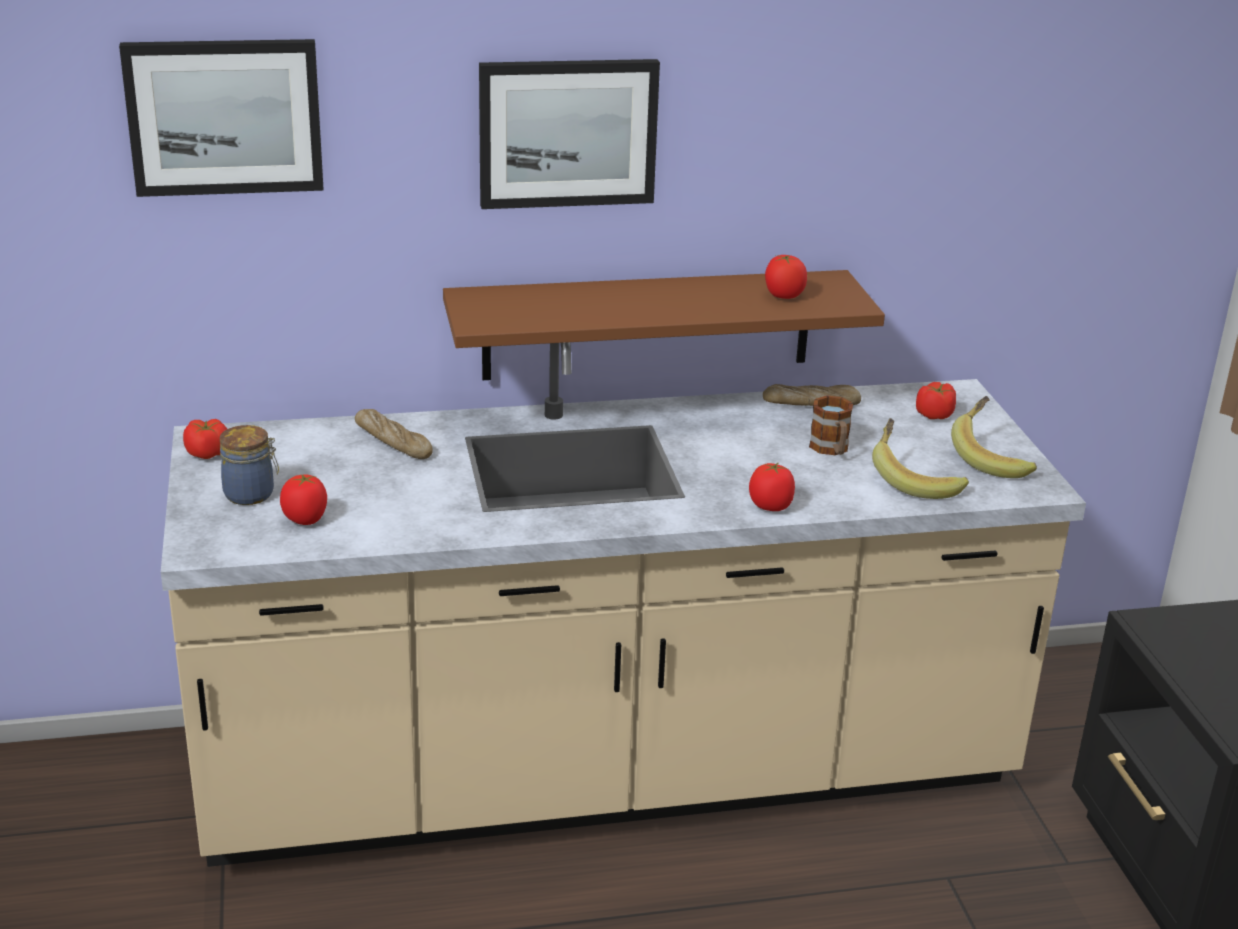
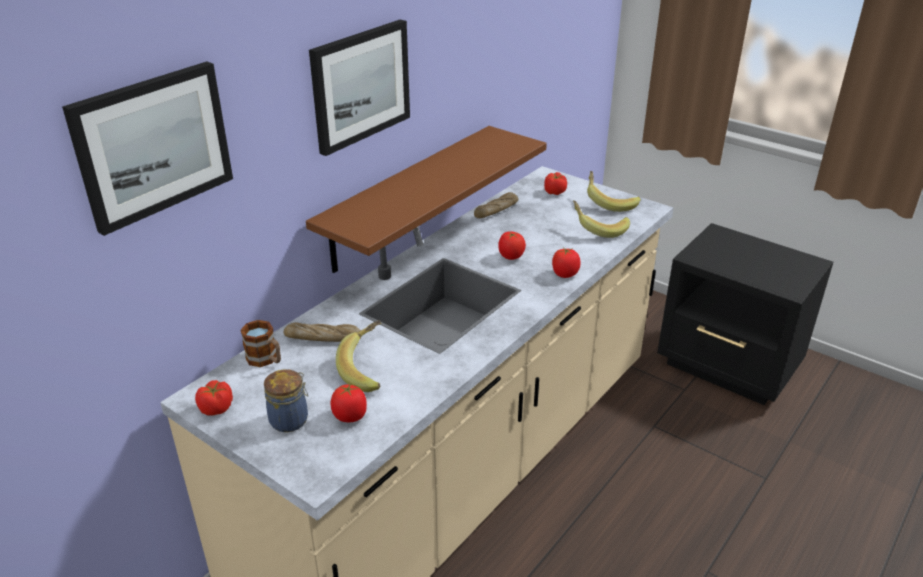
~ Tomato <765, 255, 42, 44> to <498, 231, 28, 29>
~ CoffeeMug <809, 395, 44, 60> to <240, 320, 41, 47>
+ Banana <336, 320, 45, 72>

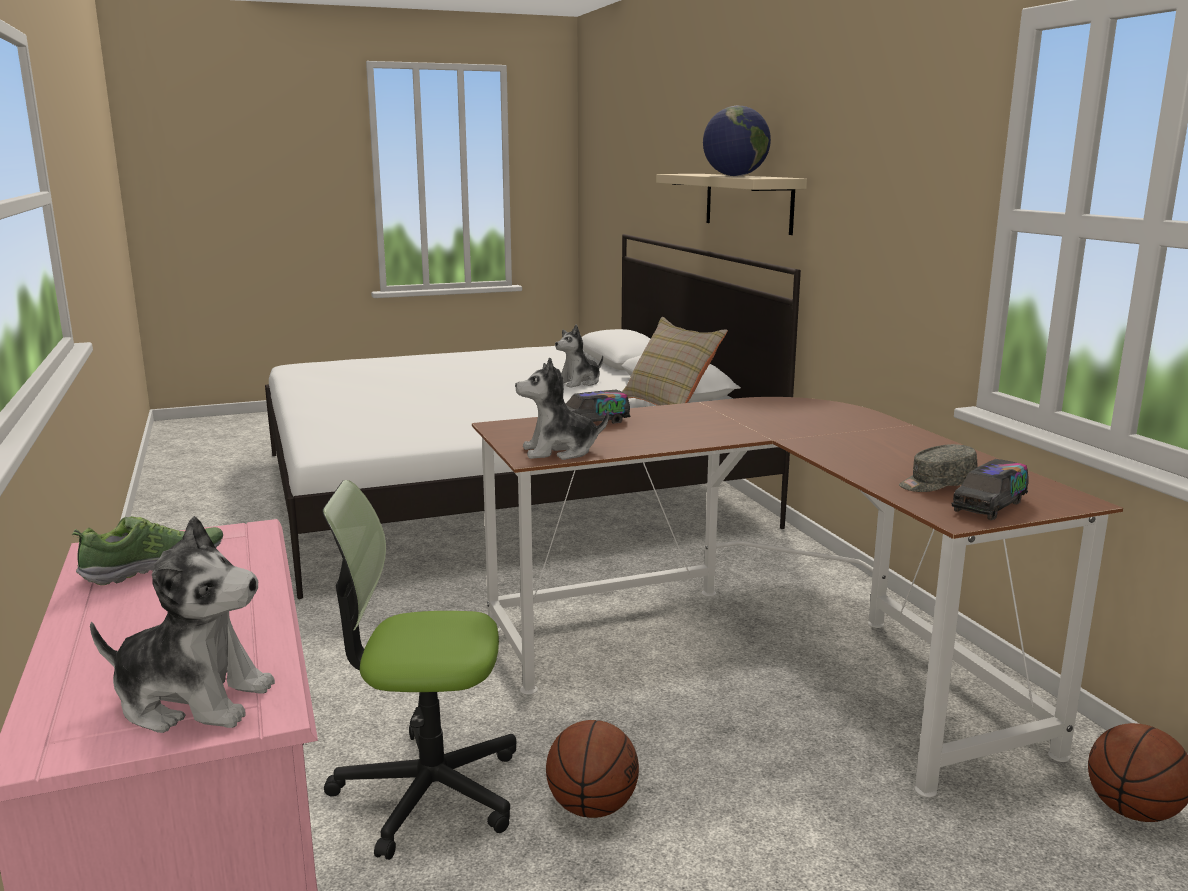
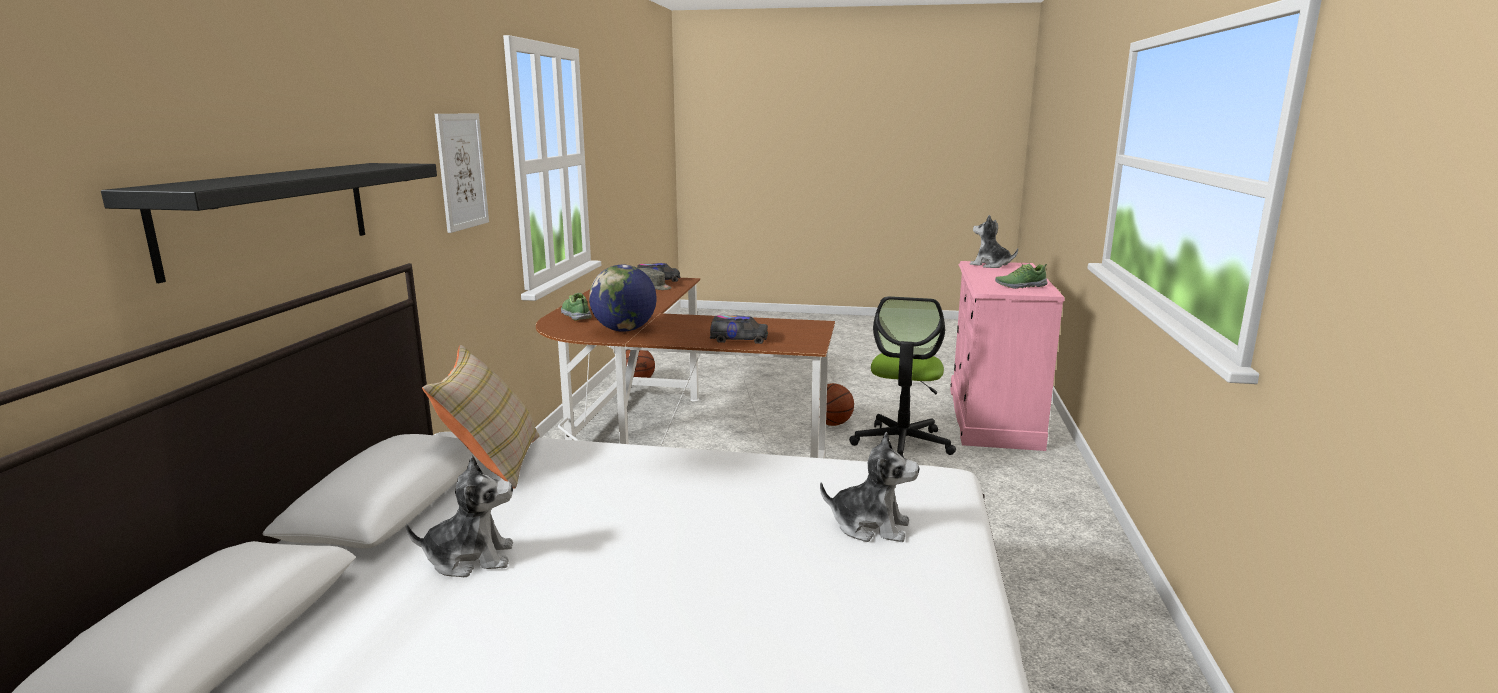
~ DeskGlobe <703, 106, 68, 70> to <589, 265, 68, 67>
~ BeigeColouredWallShelf <656, 174, 151, 61> to BlackWallShelf <101, 163, 336, 120>
~ PlushToy <515, 358, 94, 102> to <820, 432, 99, 110>
~ OfficeChair <322, 480, 195, 380> = <849, 296, 107, 161> 75 degrees clockwise
+ Picture <435, 114, 54, 119>
+ LowShoe <561, 292, 31, 28>

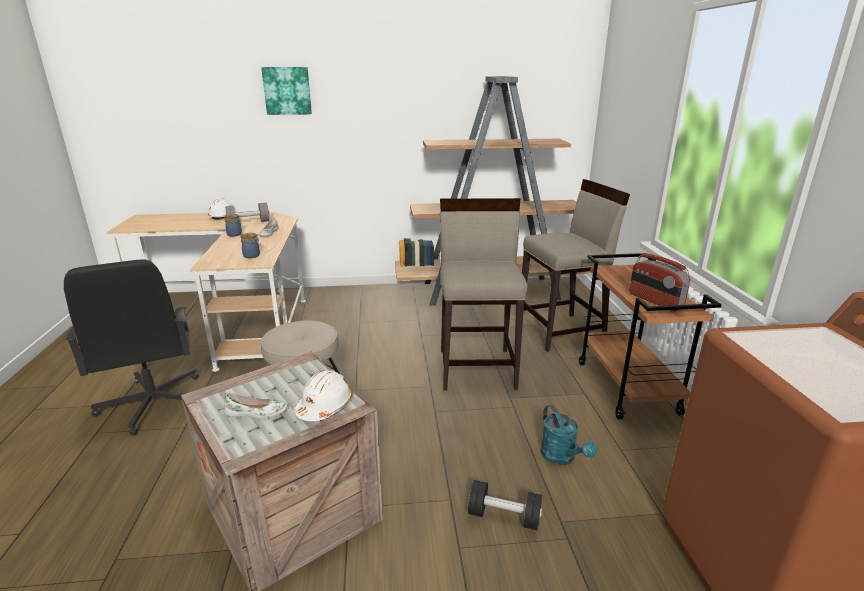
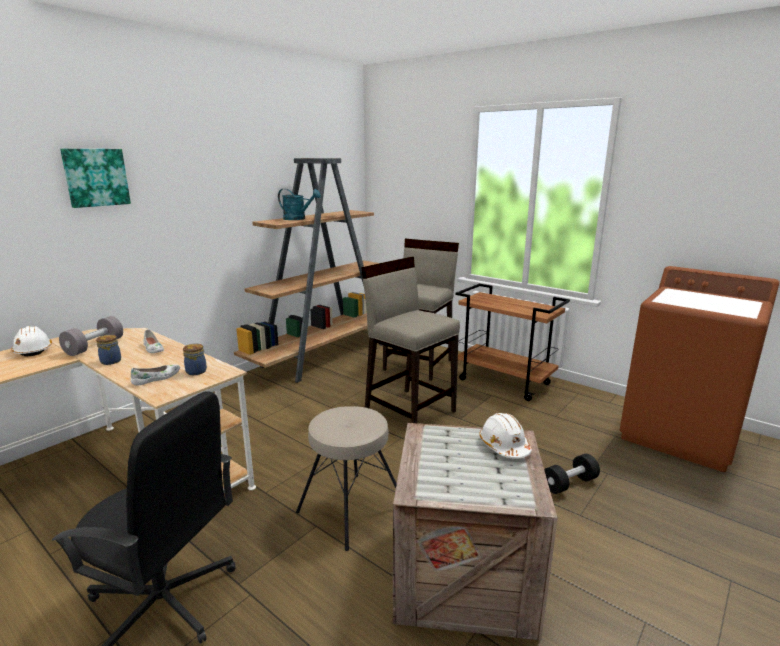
- RadioSet <629, 253, 61, 58>
~ WhitishLowShoe <224, 393, 64, 26> to <131, 365, 49, 21>
~ TurquoiseColouredWateringCan <540, 405, 57, 60> to <278, 189, 43, 31>

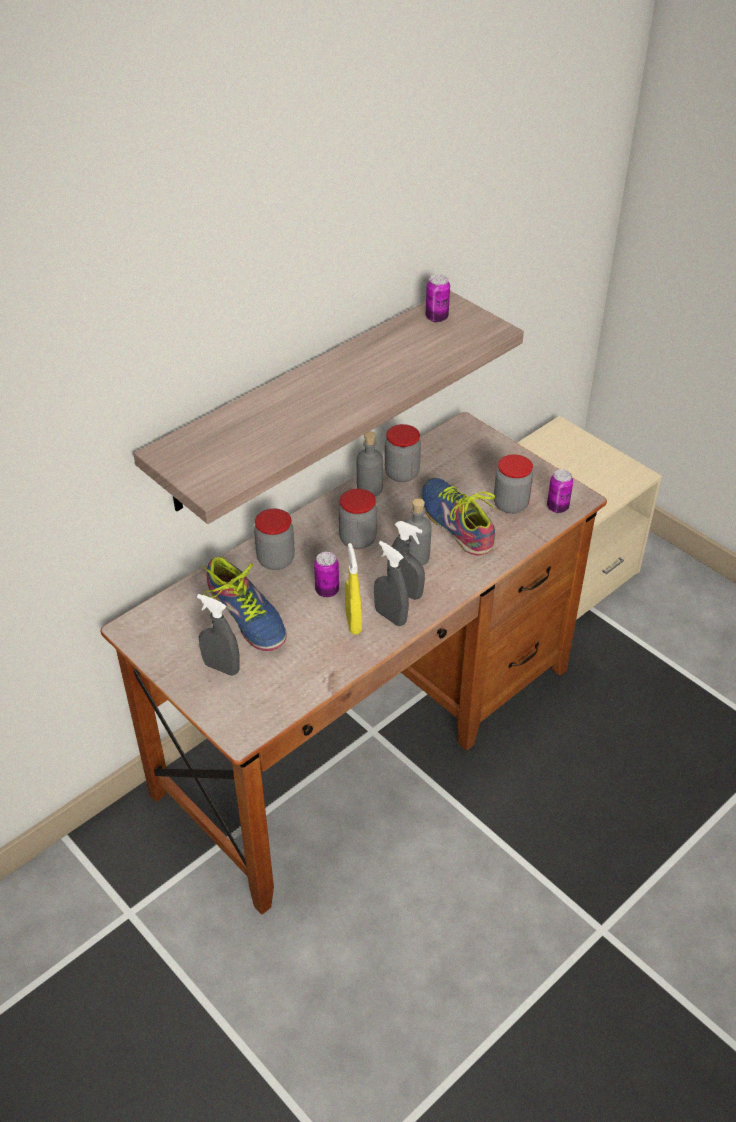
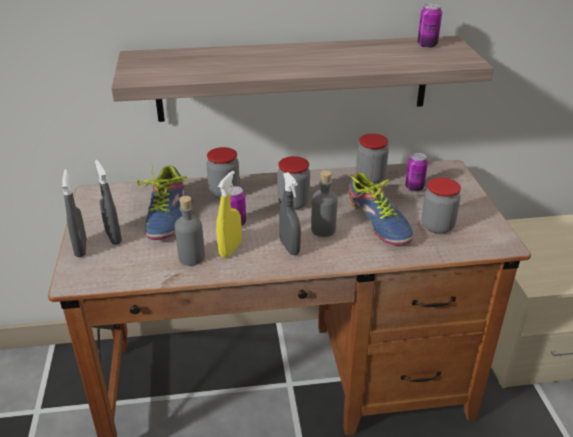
~ GrayBottle <357, 431, 26, 66> to <175, 196, 30, 70>
~ MetalCan <547, 469, 26, 44> to <405, 153, 23, 39>
~ LowShoe <421, 478, 79, 78> = <347, 173, 67, 72> 150 degrees clockwise
~ GrayHandSprayer <374, 541, 35, 85> to <62, 169, 25, 88>

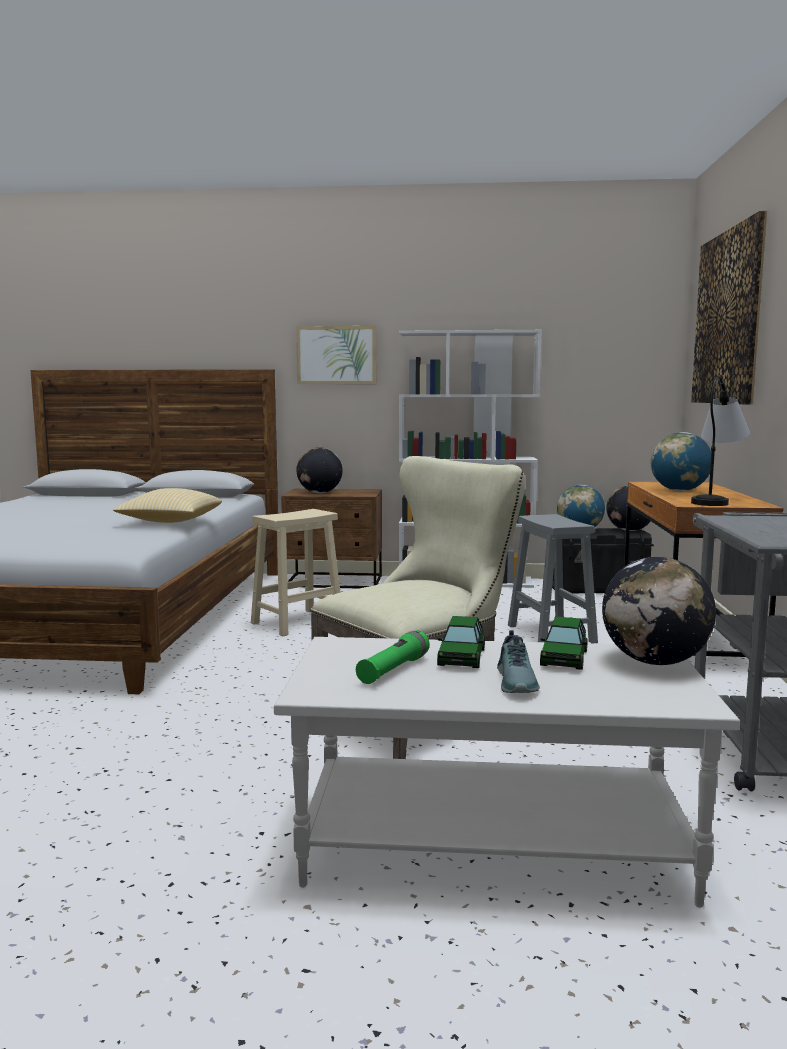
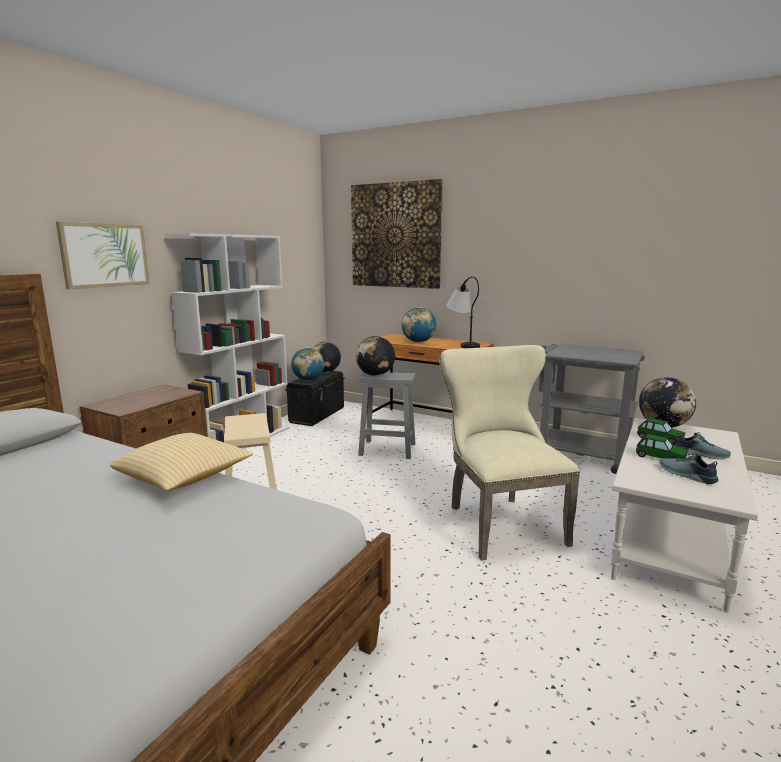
~ DeskGlobe <297, 447, 46, 46> to <356, 336, 39, 40>
~ GreenColouredHandTorch <356, 630, 74, 54> to LowShoe <660, 453, 58, 31>

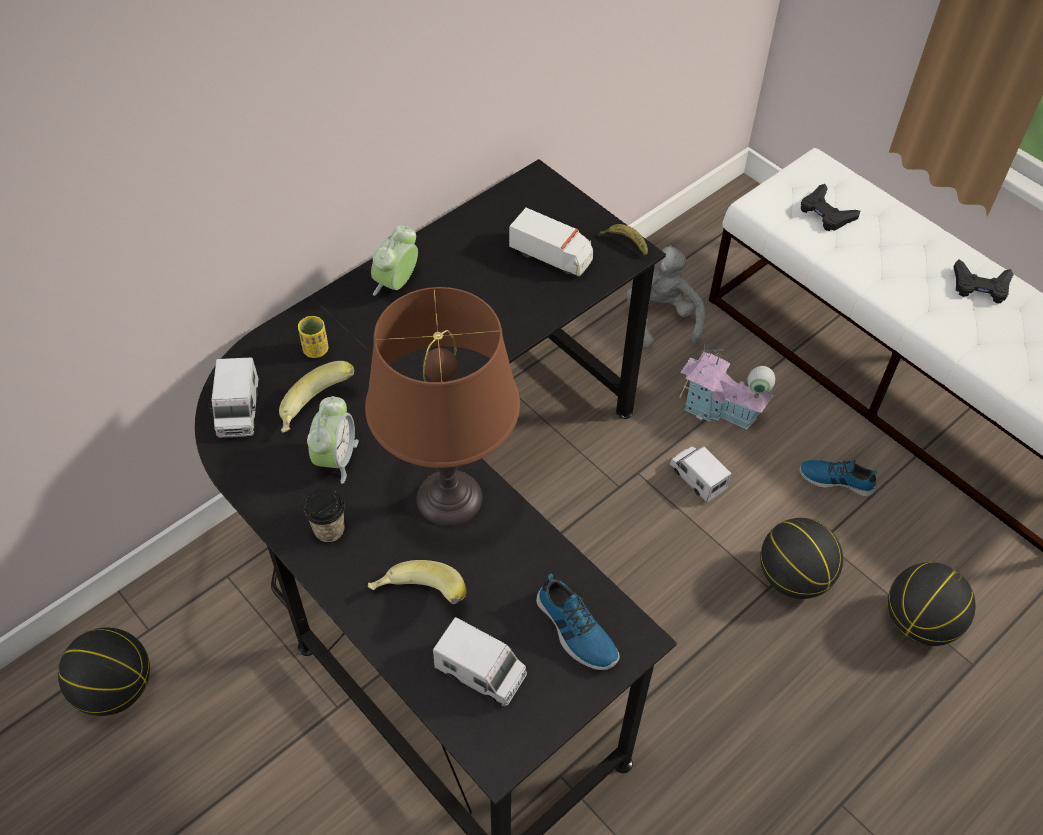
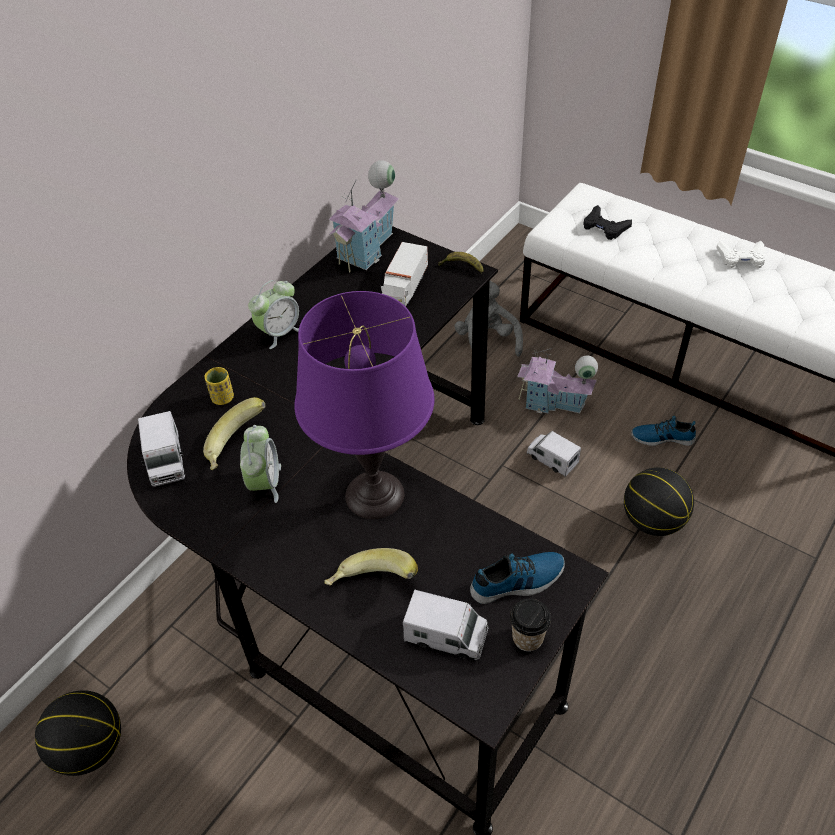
~ ToyTruck <509, 208, 84, 68> = <381, 242, 47, 65> 90 degrees clockwise
~ TableClock <371, 226, 47, 70> = <248, 280, 51, 69> 150 degrees counterclockwise
~ BlackGamepad <954, 259, 60, 45> to WhitishGamepad <716, 241, 50, 27>
~ BrownishLampForATable <365, 287, 155, 239> to PurplishLampForATable <294, 291, 140, 228>
~ DrinkingCup <304, 489, 41, 53> to <510, 598, 41, 54>
- BallForBasketball <888, 562, 87, 84>
~ LowShoe <536, 573, 84, 97> = <470, 552, 95, 52> 60 degrees counterclockwise
+ ModelHouse <329, 160, 70, 112>

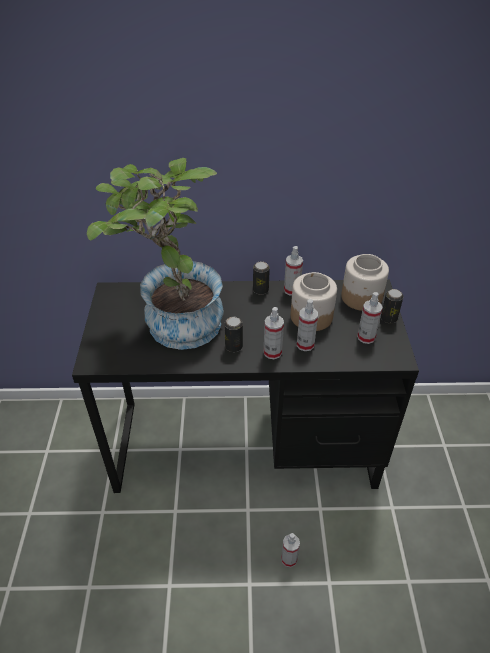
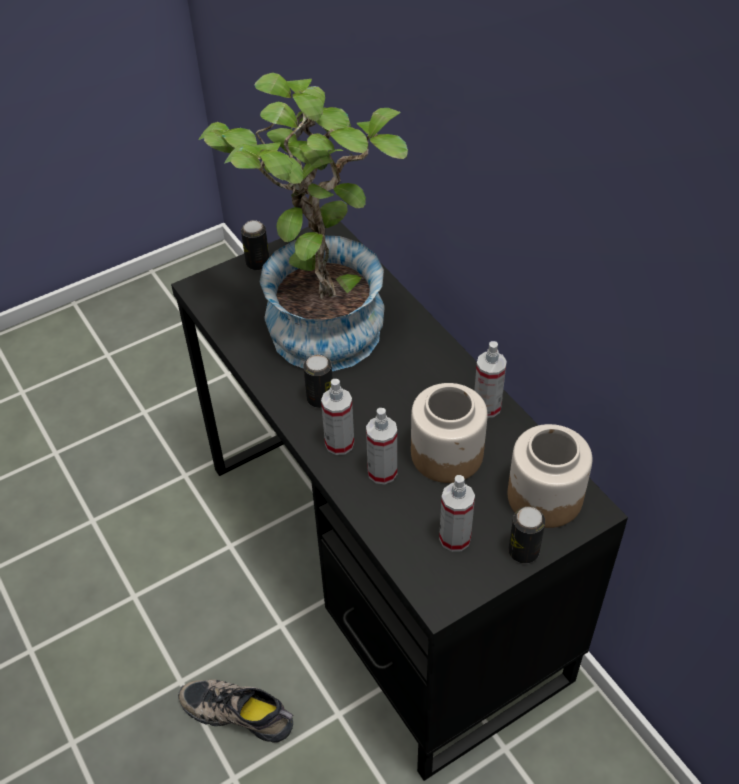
~ MetalCan <253, 261, 17, 34> to <241, 220, 28, 50>
~ HandSprayer <281, 533, 19, 34> to LowShoe <178, 679, 115, 64>

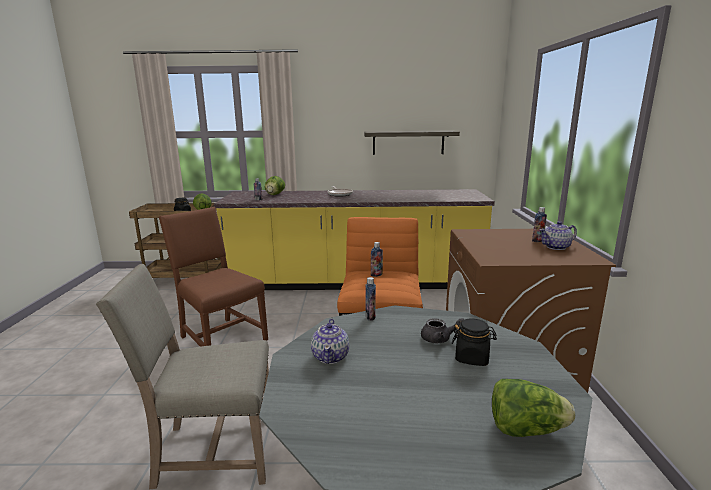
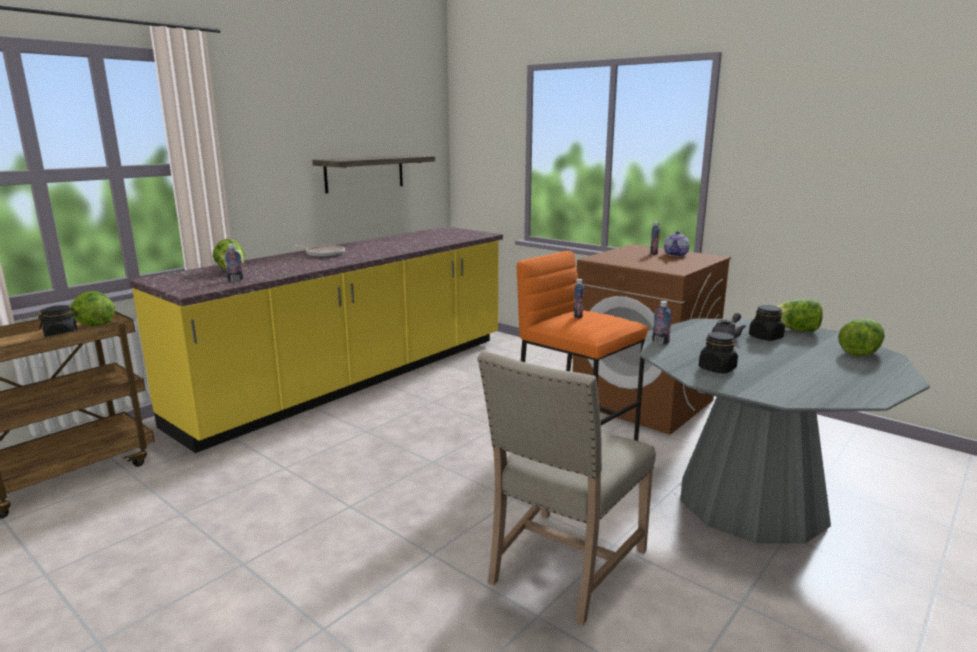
- BrownishChair <159, 207, 109, 140>
~ Teapot <311, 319, 38, 45> to BlackPreserveJar <699, 332, 39, 42>
+ Lettuce <776, 298, 47, 34>

